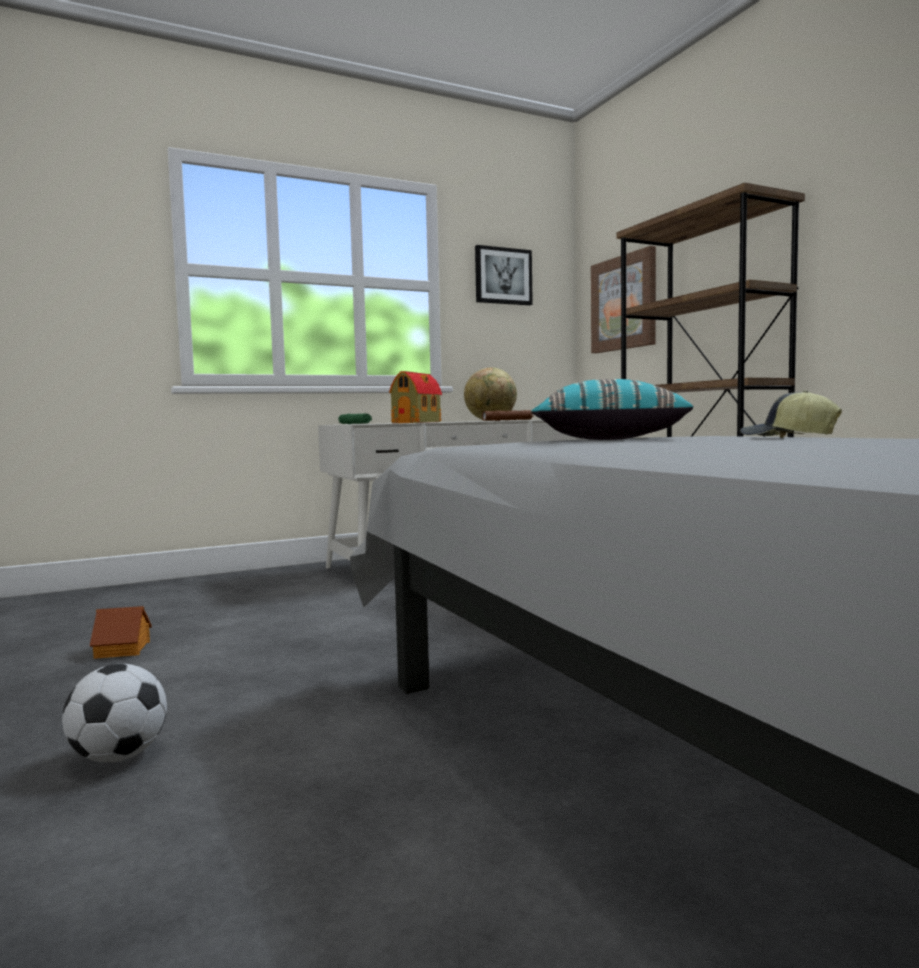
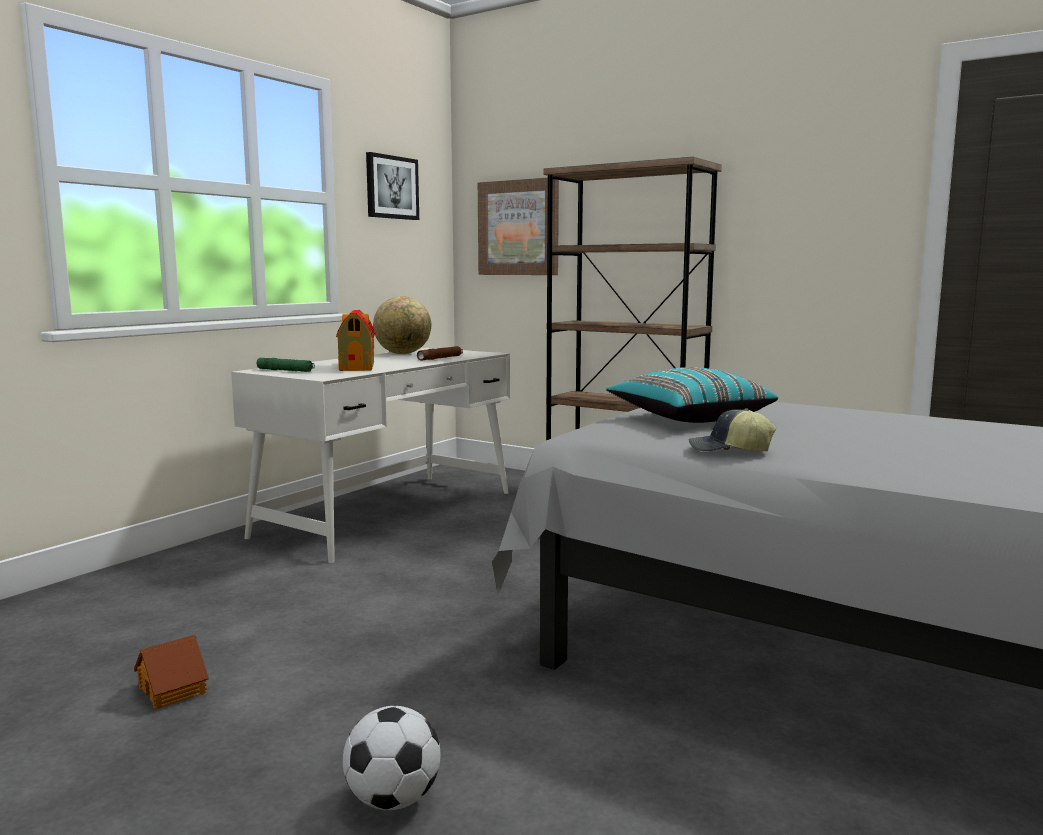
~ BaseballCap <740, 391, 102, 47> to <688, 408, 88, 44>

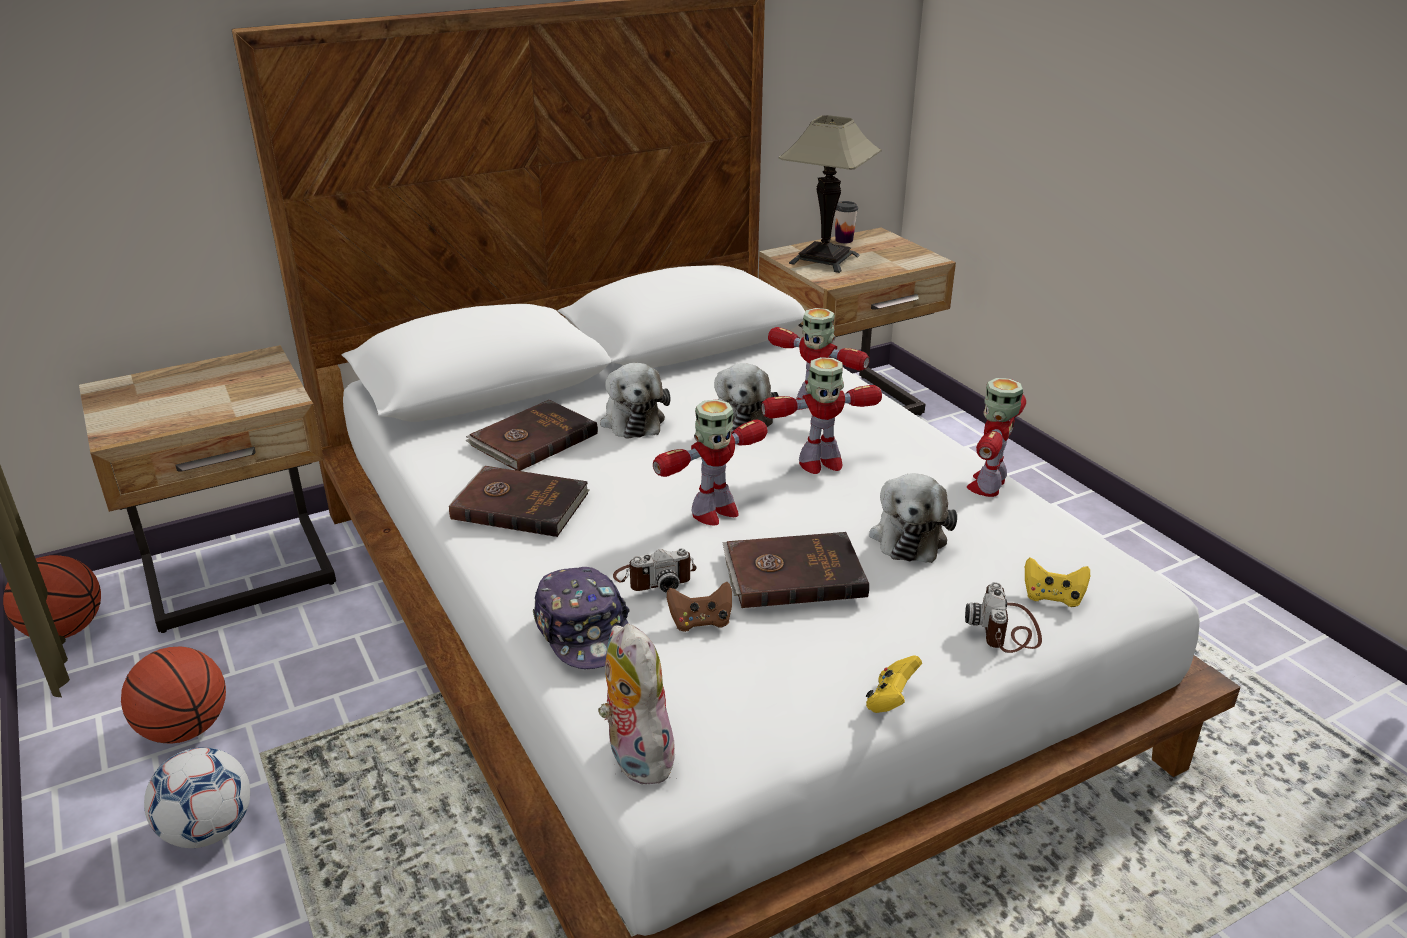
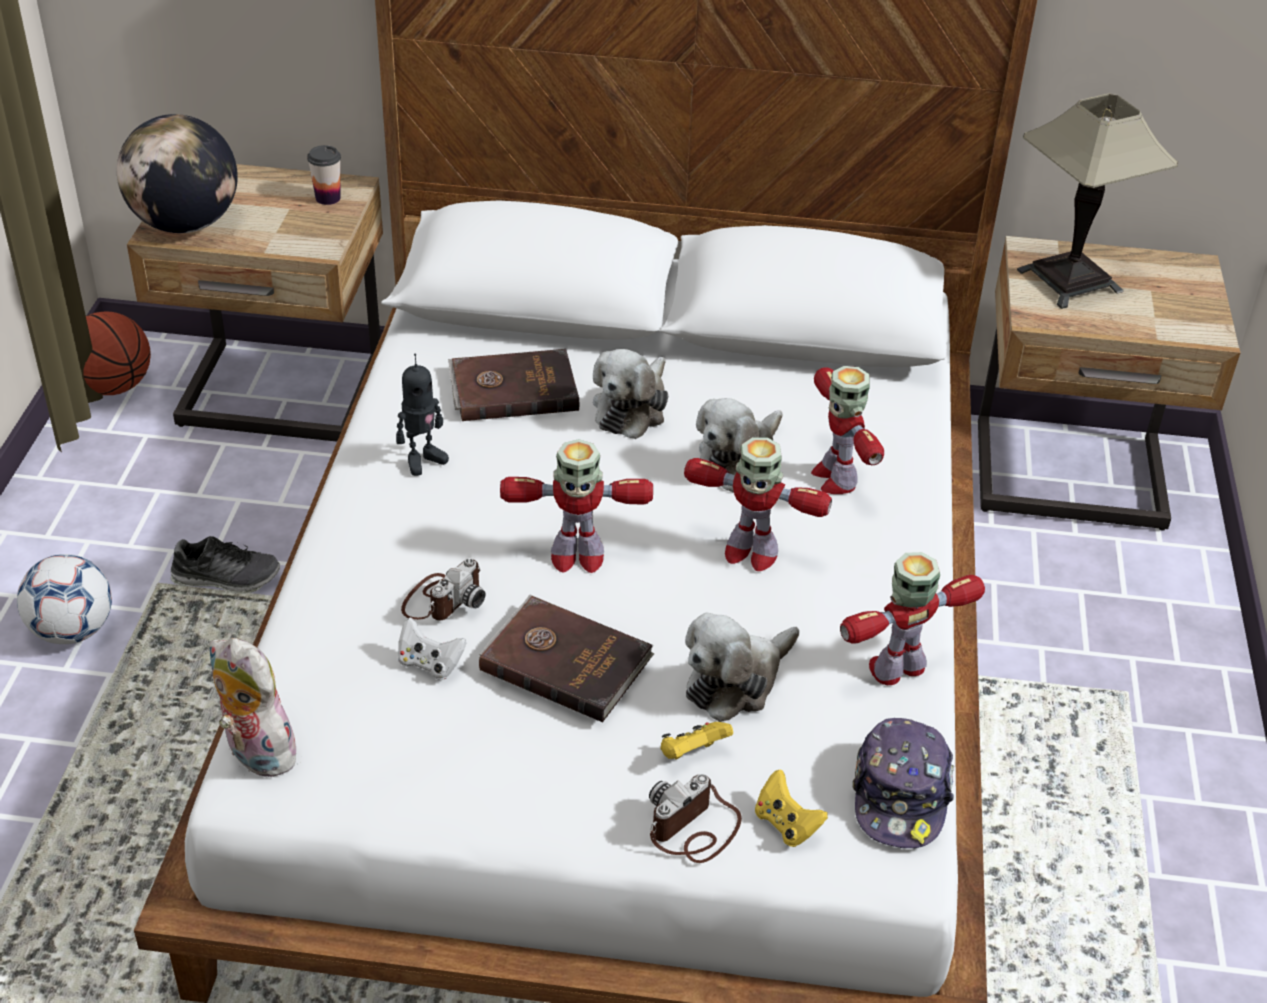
~ DrinkingCup <835, 201, 23, 42> to <307, 145, 34, 60>
~ BrownishBoundBook <449, 466, 141, 71> to ToyRobot <396, 354, 53, 122>
~ StillCamera <613, 548, 84, 45> = <401, 558, 84, 62> 75 degrees counterclockwise
~ BaseballCap <533, 567, 97, 102> to <852, 718, 102, 130>
~ BrownishGamepad <667, 582, 65, 50> to WhitishGamepad <398, 617, 69, 63>
~ PlushToy <598, 623, 79, 161> = <210, 638, 92, 139> 60 degrees counterclockwise
- BallForBasketball <121, 647, 105, 97>
~ YellowishGamepad <866, 655, 56, 58> to <660, 722, 73, 37>
+ DeskGlobe <117, 114, 121, 119>
+ LowShoe <171, 536, 109, 58>

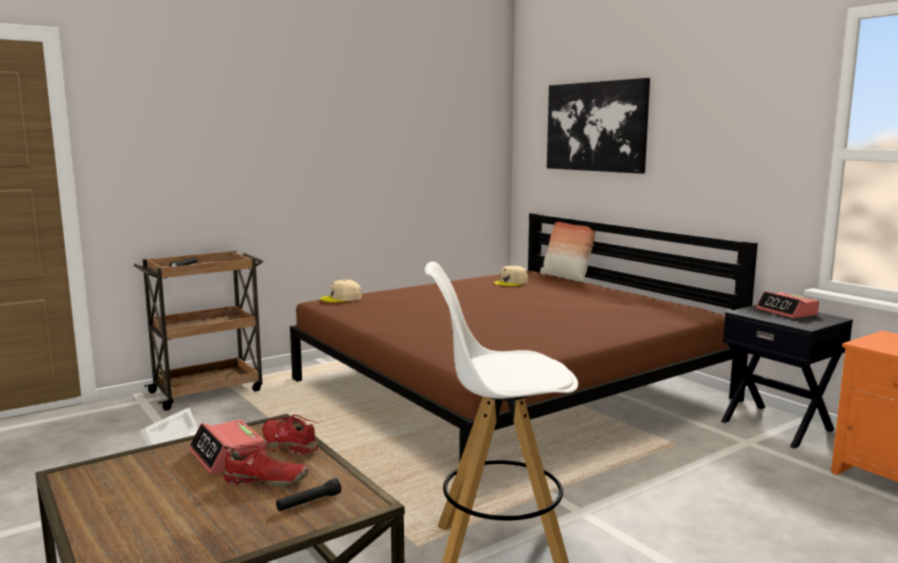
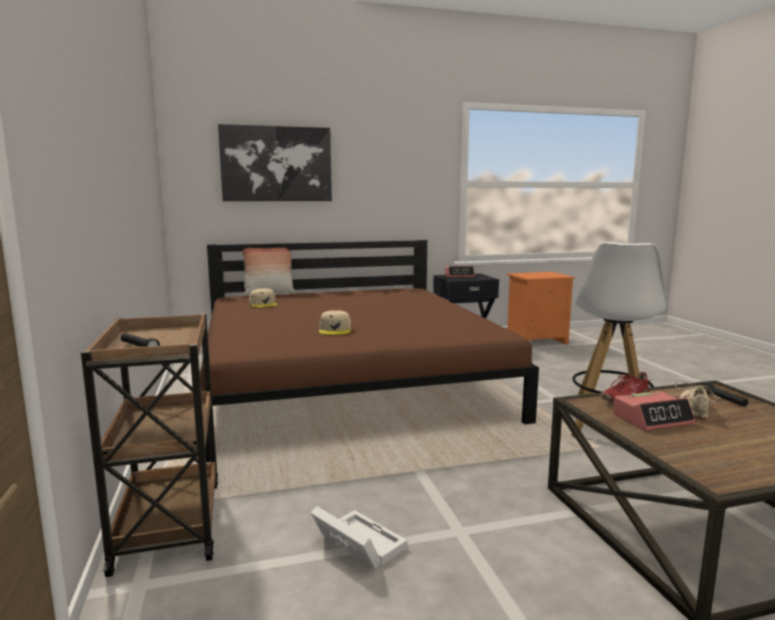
~ BeigeColouredBaseballCap <320, 280, 42, 23> to <319, 310, 32, 25>
~ RedColouredLowShoe <223, 438, 85, 48> to BeigeColouredLowShoe <675, 380, 49, 40>

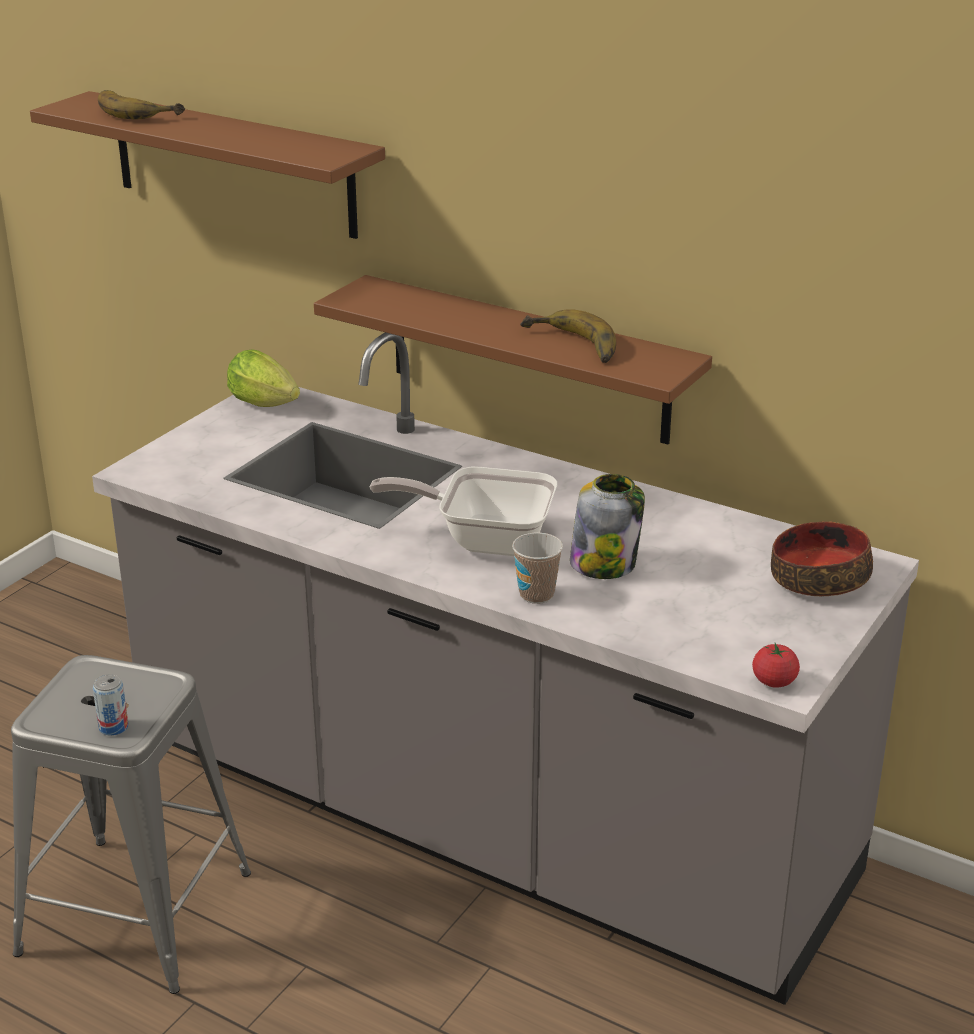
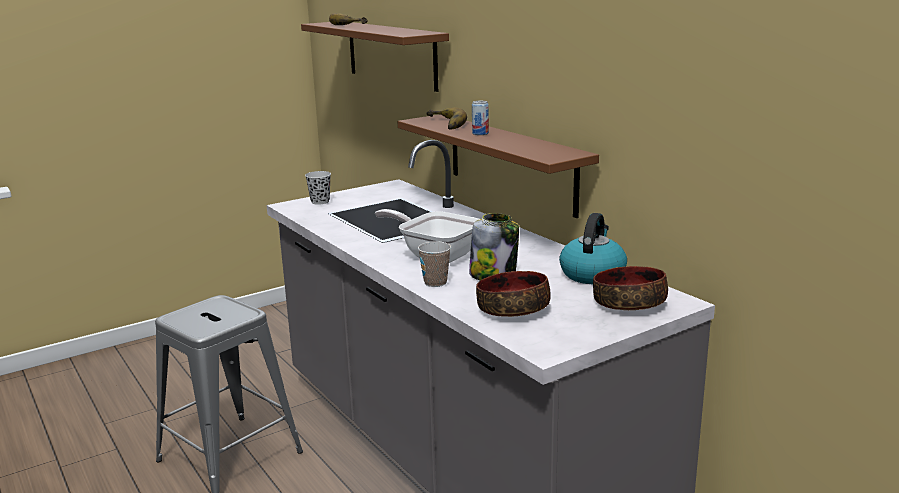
~ Banana <520, 309, 96, 54> to <426, 107, 41, 23>
- Lettuce <227, 349, 73, 58>
- Tomato <752, 643, 48, 45>
~ MetalCan <93, 674, 36, 62> to <472, 101, 17, 34>
+ BlackDrinkingCup <305, 171, 26, 34>
+ WaterKettle <559, 213, 68, 71>
+ DeepDish <476, 271, 75, 46>

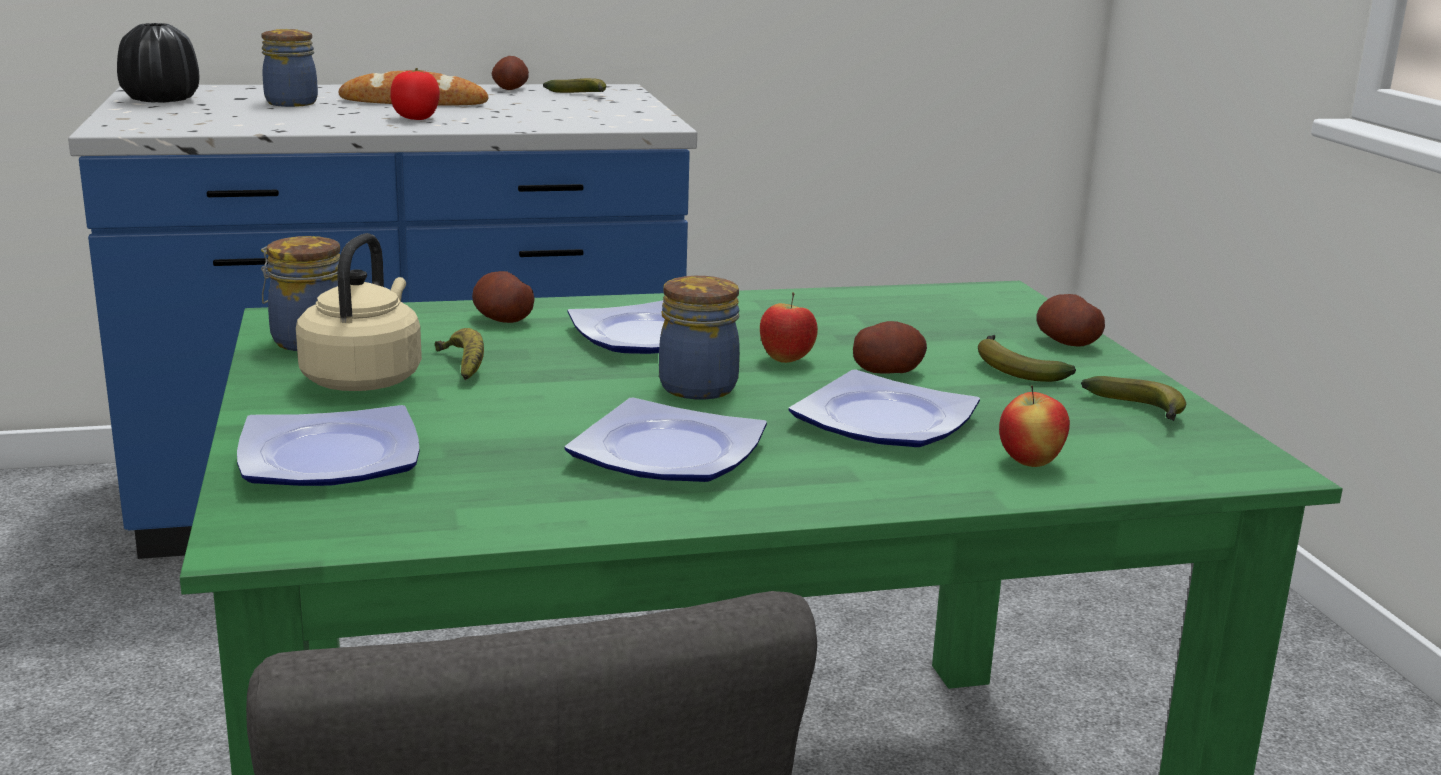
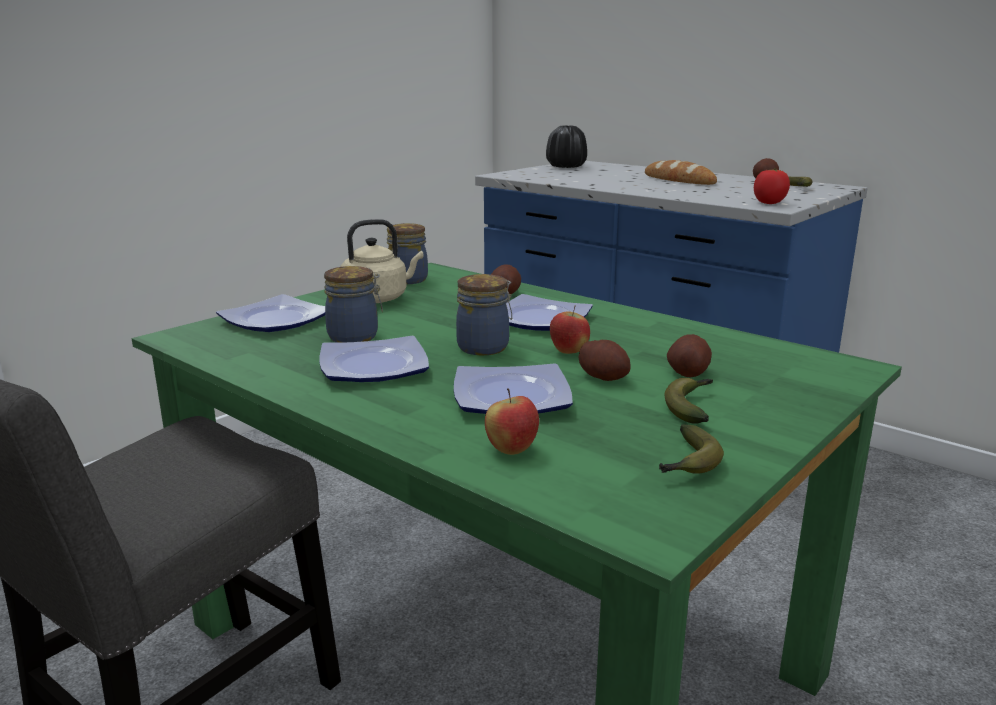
~ PreserveJar <262, 29, 56, 78> to <324, 266, 59, 76>
~ Tomato <390, 68, 50, 52> to <754, 168, 36, 36>
~ Spud <1036, 294, 69, 53> to <667, 334, 45, 43>
- Banana <435, 328, 49, 52>

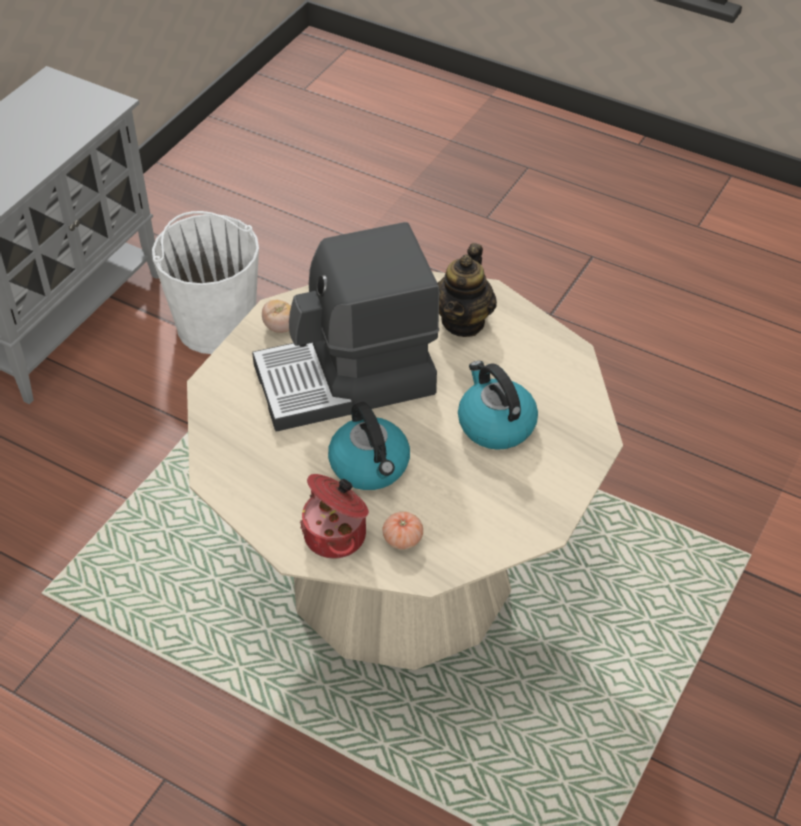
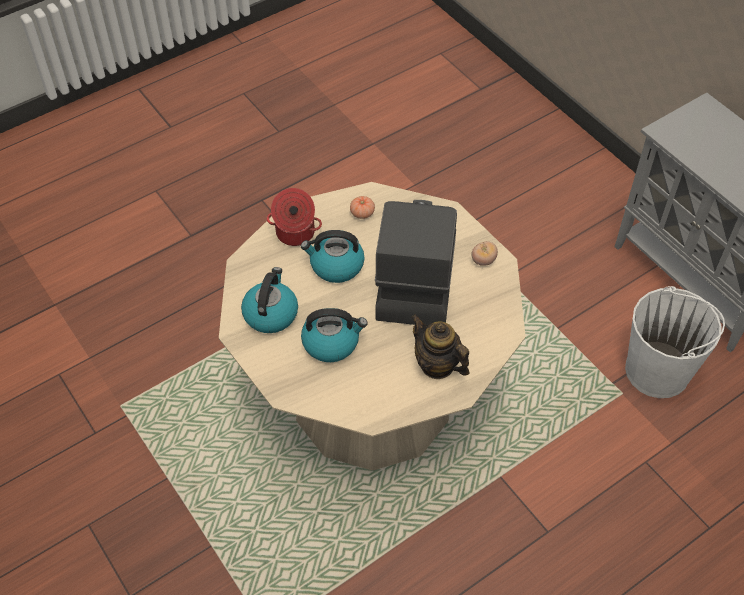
~ Tomato <383, 512, 40, 38> to <350, 196, 25, 23>
+ WaterKettle <241, 267, 57, 66>

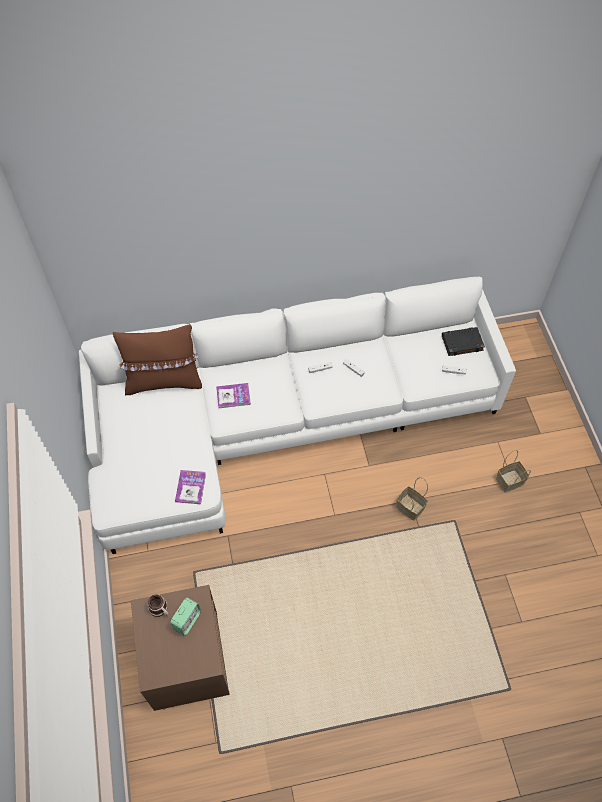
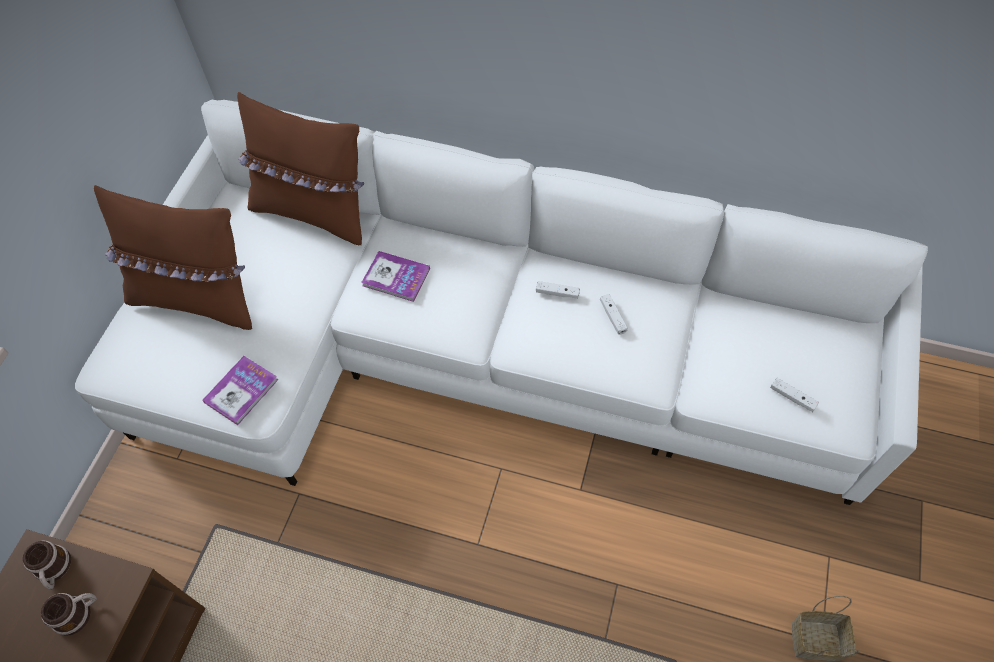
- BlackBoundBook <442, 327, 43, 29>
- StorageBasket <396, 477, 32, 44>
~ TableClock <170, 598, 31, 38> to CoffeeMug <41, 593, 56, 43>
+ BrownishThrowPillow <94, 185, 158, 145>

